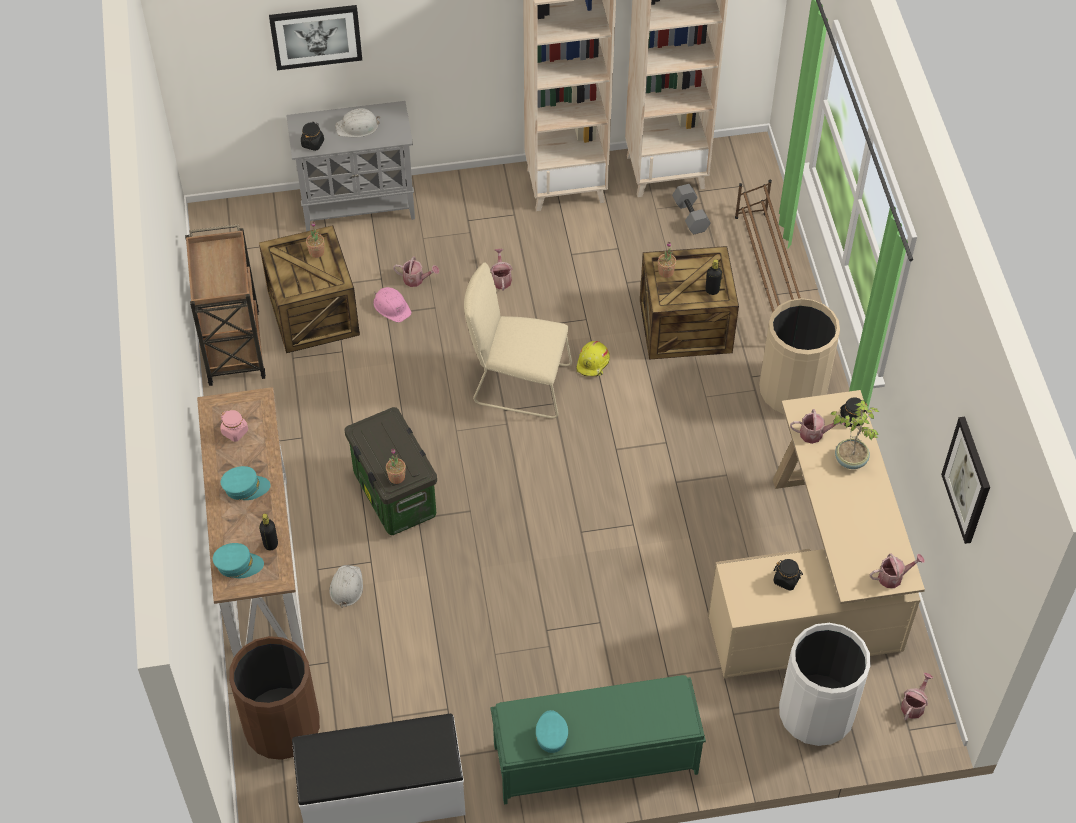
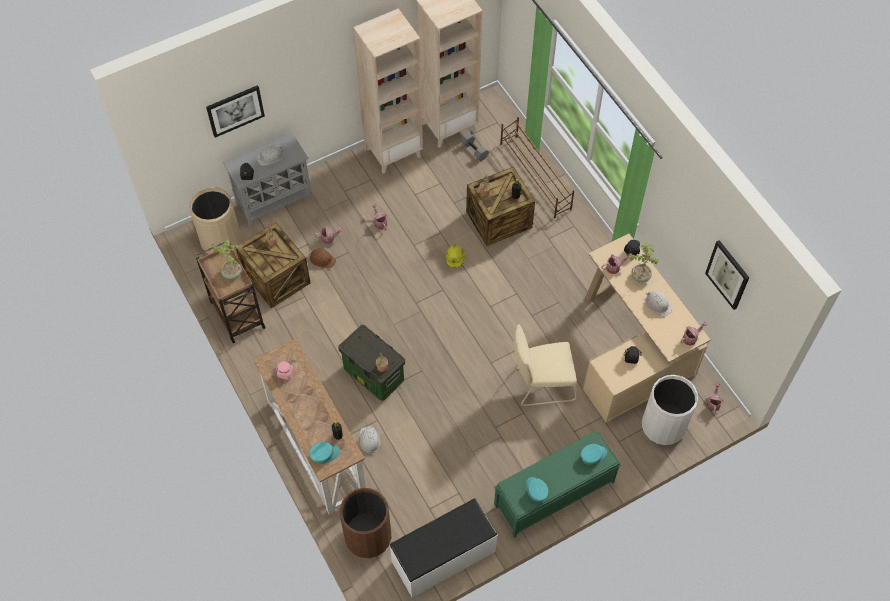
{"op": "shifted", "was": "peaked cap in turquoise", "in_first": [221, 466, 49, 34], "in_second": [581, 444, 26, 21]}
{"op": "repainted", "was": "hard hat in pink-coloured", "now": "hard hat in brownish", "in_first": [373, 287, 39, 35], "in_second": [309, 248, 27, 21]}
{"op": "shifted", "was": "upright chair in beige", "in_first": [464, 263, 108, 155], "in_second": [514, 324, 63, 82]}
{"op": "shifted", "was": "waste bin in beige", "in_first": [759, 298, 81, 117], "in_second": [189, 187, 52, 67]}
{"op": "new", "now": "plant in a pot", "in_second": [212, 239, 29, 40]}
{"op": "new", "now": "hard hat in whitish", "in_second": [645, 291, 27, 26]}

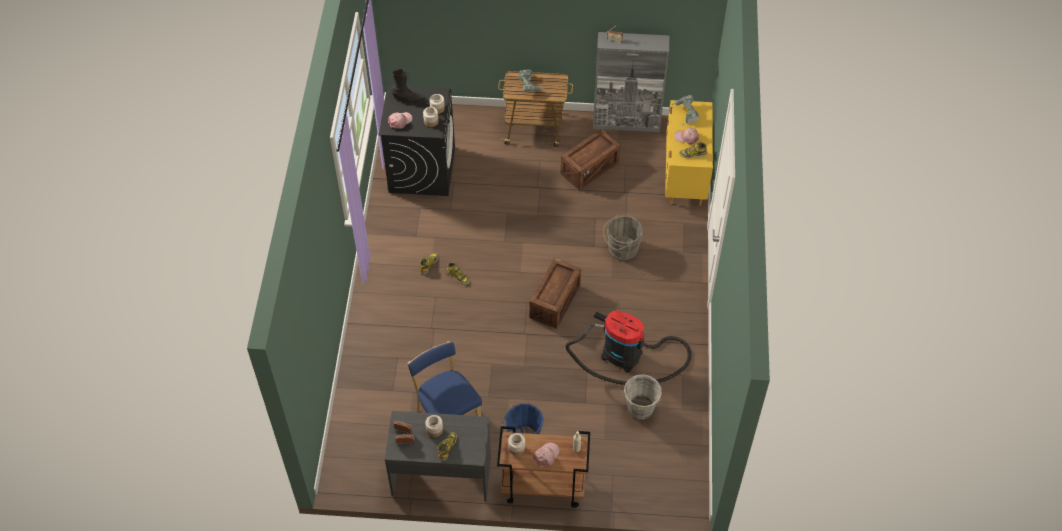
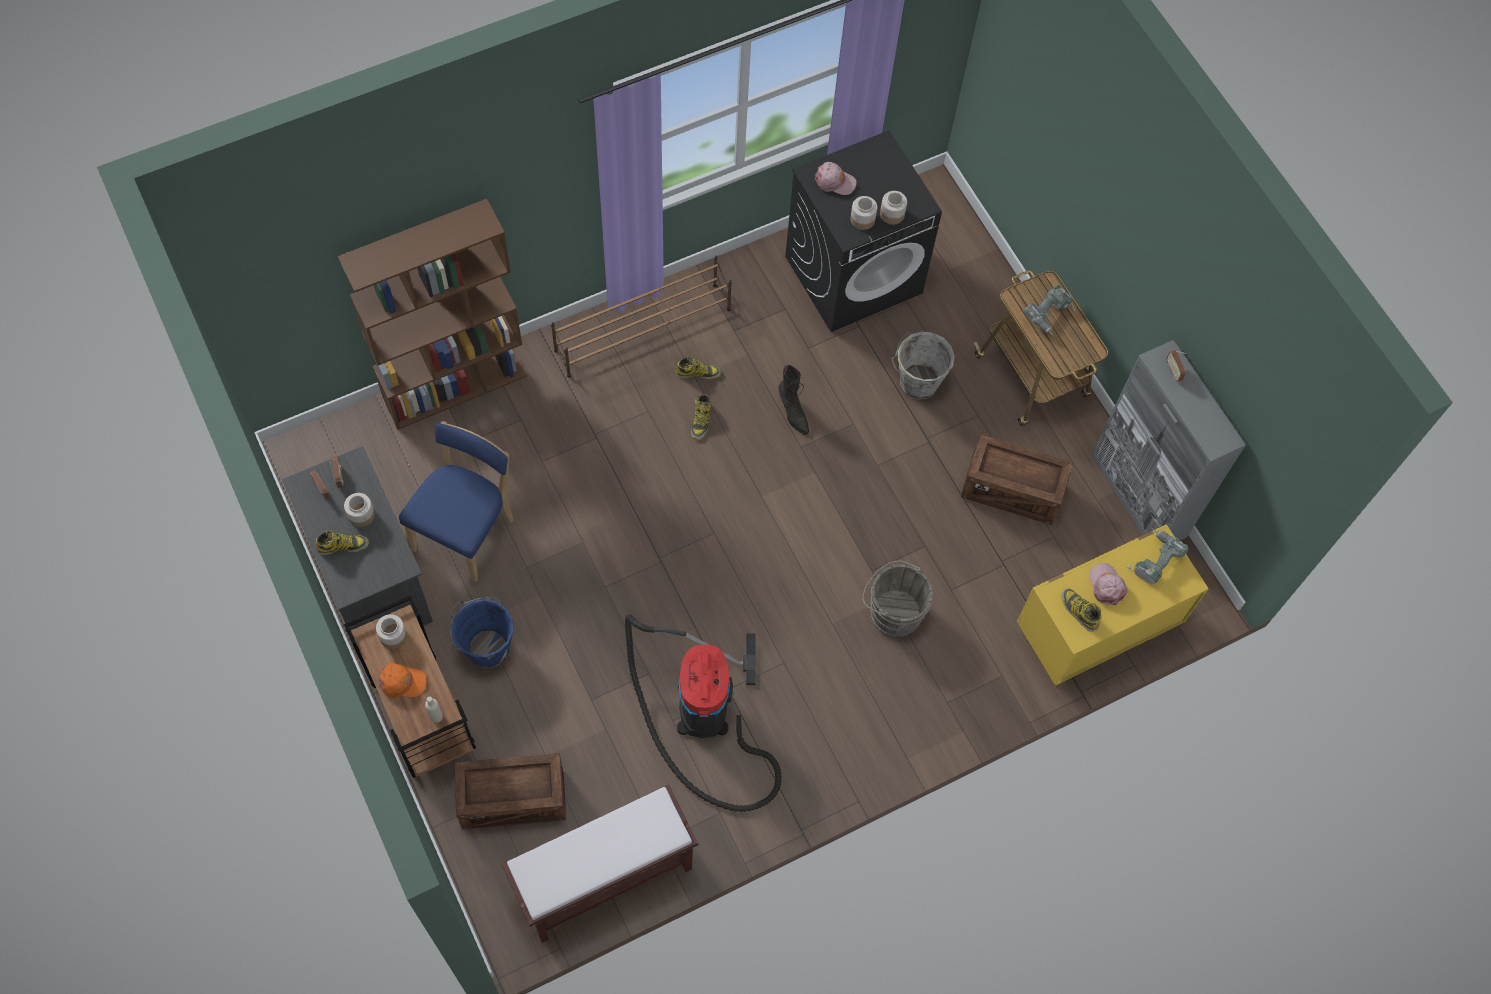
{"op": "shifted", "was": "tall boot in black", "in_first": [391, 69, 35, 34], "in_second": [778, 365, 31, 70]}
{"op": "shifted", "was": "shipping crate", "in_first": [529, 258, 52, 71], "in_second": [455, 753, 111, 76]}
{"op": "repainted", "was": "peaked cap in pink-coloured", "now": "peaked cap in orange", "in_first": [533, 442, 27, 24], "in_second": [378, 663, 49, 35]}
{"op": "shifted", "was": "water bucket in greyish", "in_first": [621, 374, 41, 46], "in_second": [891, 332, 64, 68]}
{"op": "new", "now": "shelving unit in brownish", "in_second": [338, 199, 189, 231]}
{"op": "new", "now": "bench in brownish", "in_second": [502, 784, 196, 159]}
{"op": "new", "now": "shoe shelf in brownish", "in_second": [551, 256, 181, 122]}

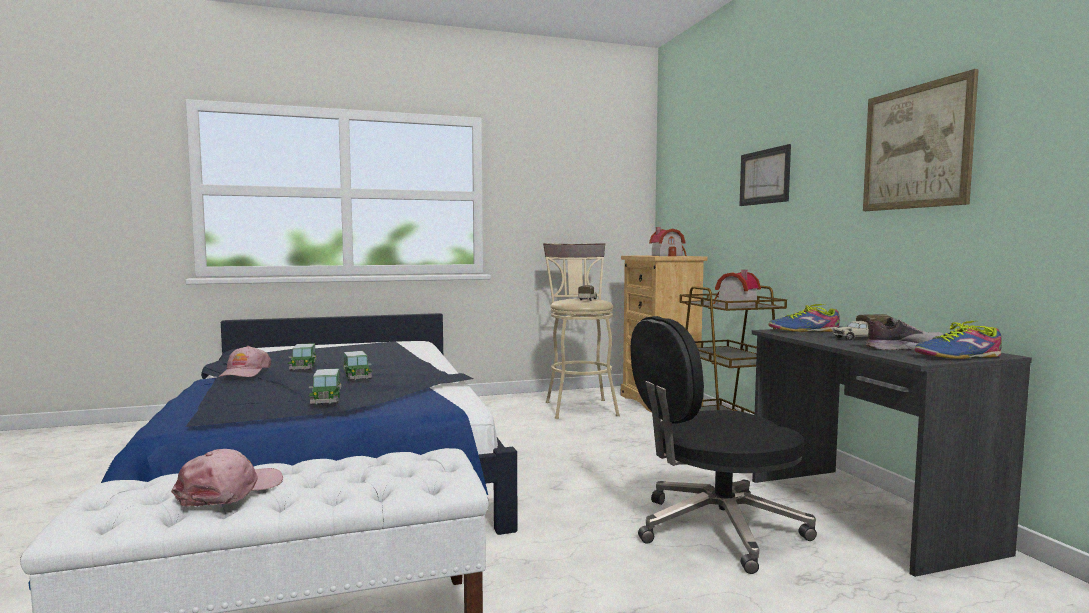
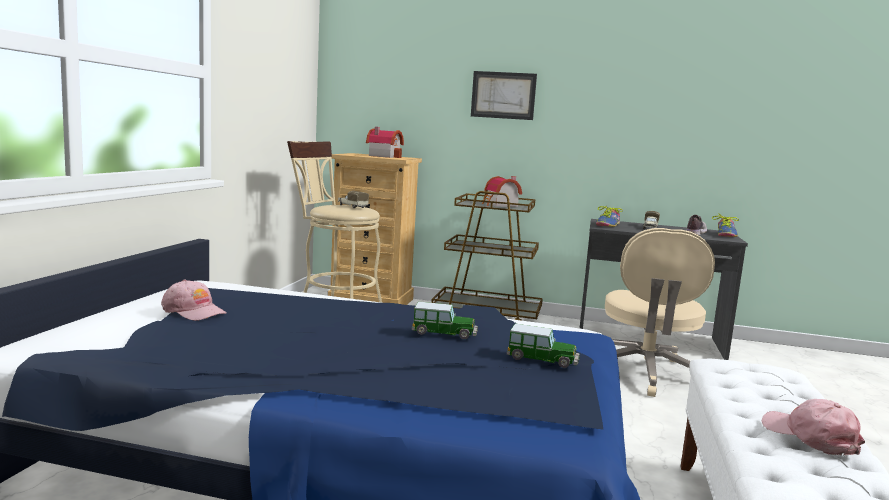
{"op": "shifted", "was": "peaked cap in pink-coloured", "in_first": [219, 346, 52, 31], "in_second": [161, 280, 66, 41]}
{"op": "gone", "was": "toy car", "in_first": [288, 343, 29, 28]}
{"op": "repainted", "was": "office chair in black", "now": "office chair in beige", "in_first": [630, 316, 187, 258], "in_second": [605, 228, 110, 169]}
{"op": "gone", "was": "picture", "in_first": [863, 69, 116, 142]}

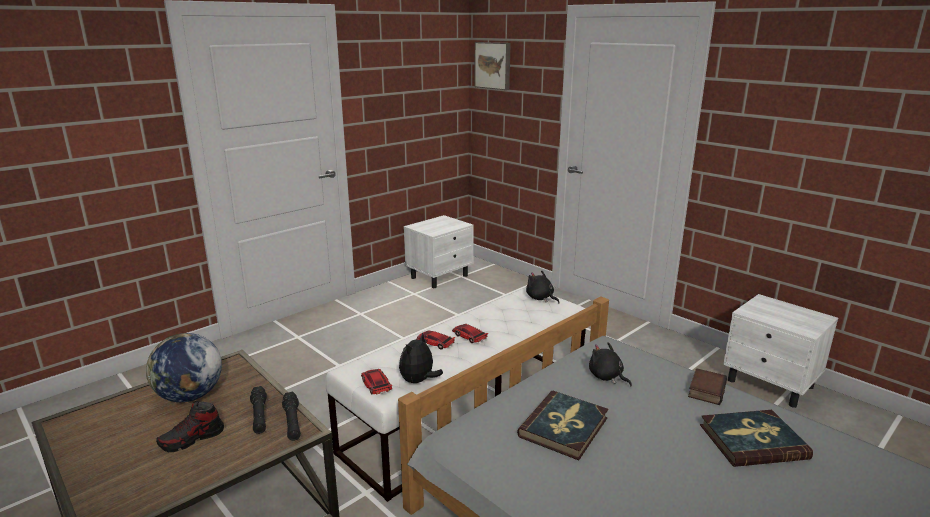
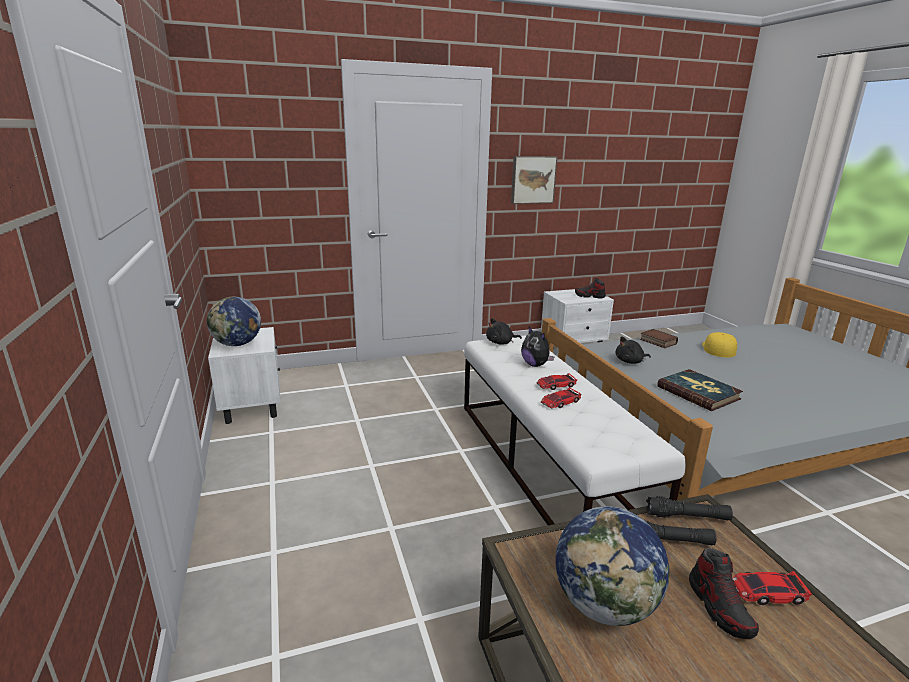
{"op": "shifted", "was": "toy car", "in_first": [361, 369, 31, 25], "in_second": [732, 571, 81, 34]}
{"op": "shifted", "was": "soft toy", "in_first": [399, 332, 44, 51], "in_second": [521, 327, 33, 40]}
{"op": "shifted", "was": "picture", "in_first": [474, 42, 37, 48], "in_second": [511, 156, 47, 48]}
{"op": "swapped", "was": "bound book", "now": "peaked cap in yellow", "in_first": [700, 410, 113, 57], "in_second": [702, 332, 35, 26]}
{"op": "new", "now": "desk globe", "in_second": [207, 297, 54, 49]}
{"op": "new", "now": "shoe", "in_second": [575, 278, 31, 21]}

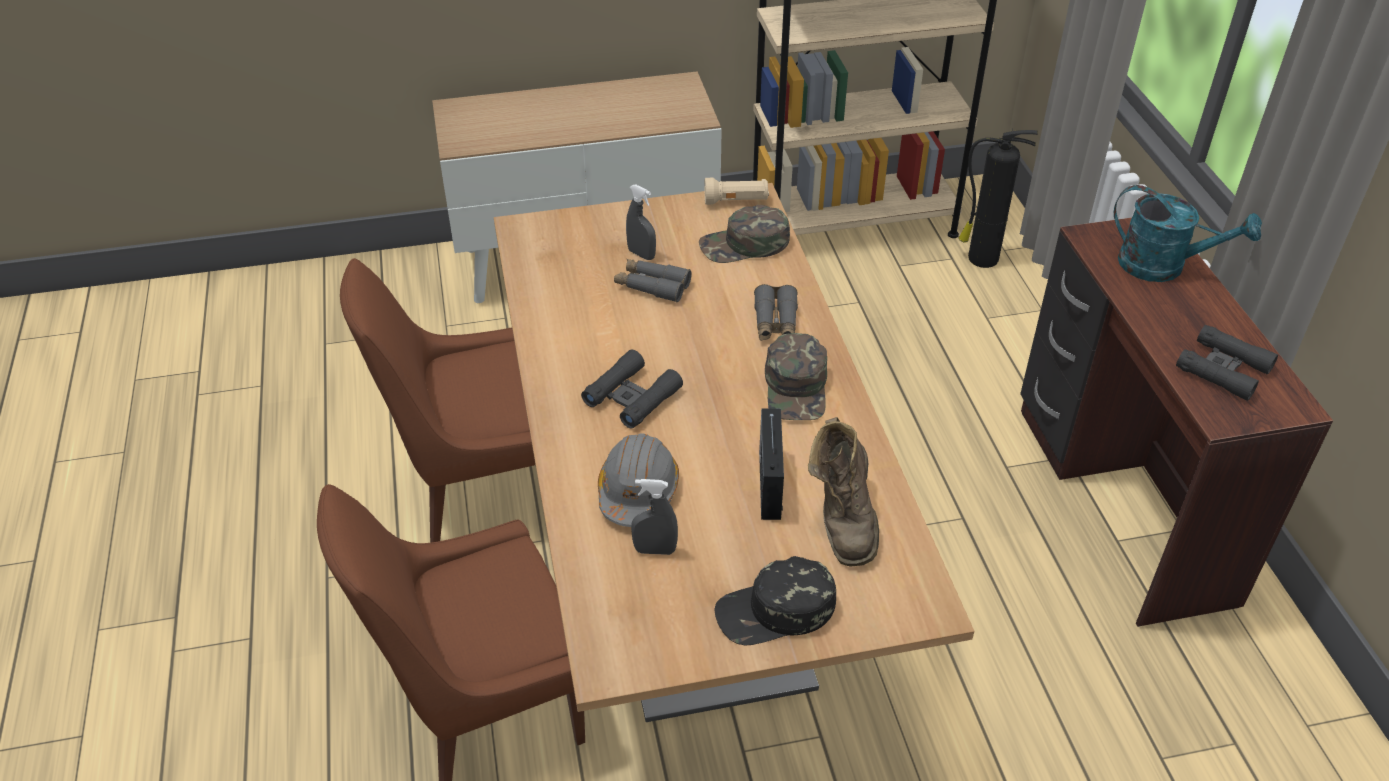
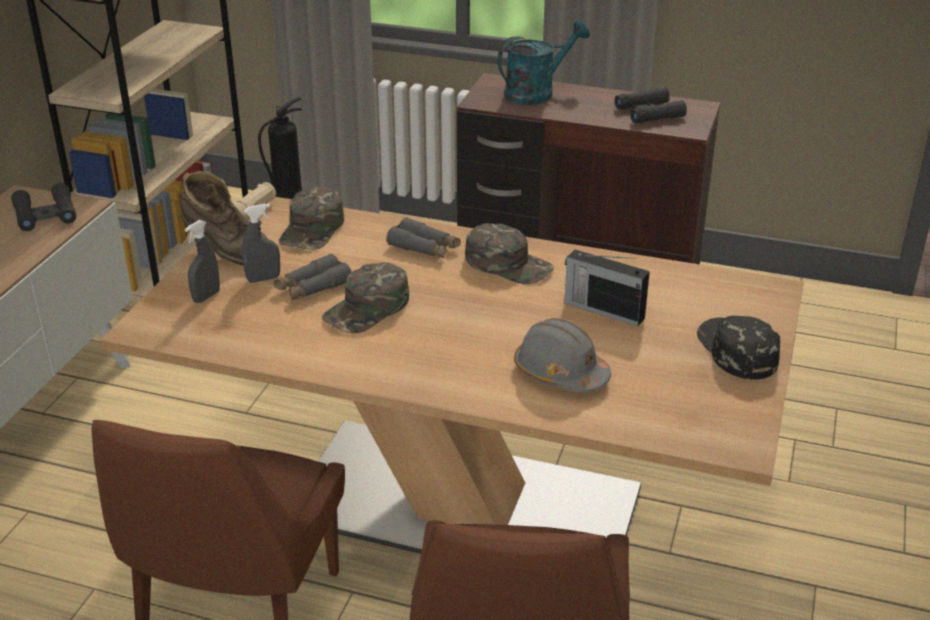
{"op": "shifted", "was": "binoculars in black", "in_first": [581, 349, 102, 80], "in_second": [11, 183, 65, 48]}
{"op": "shifted", "was": "sprayer in greyish", "in_first": [631, 479, 47, 76], "in_second": [185, 220, 35, 83]}
{"op": "rotated", "was": "peaked cap in black", "in_first": [714, 556, 122, 89], "in_second": [697, 315, 83, 65], "clockwise": 150}
{"op": "shifted", "was": "tall boot in brownish", "in_first": [808, 417, 71, 150], "in_second": [179, 171, 89, 94]}
{"op": "new", "now": "peaked cap in green", "in_second": [322, 262, 87, 71]}

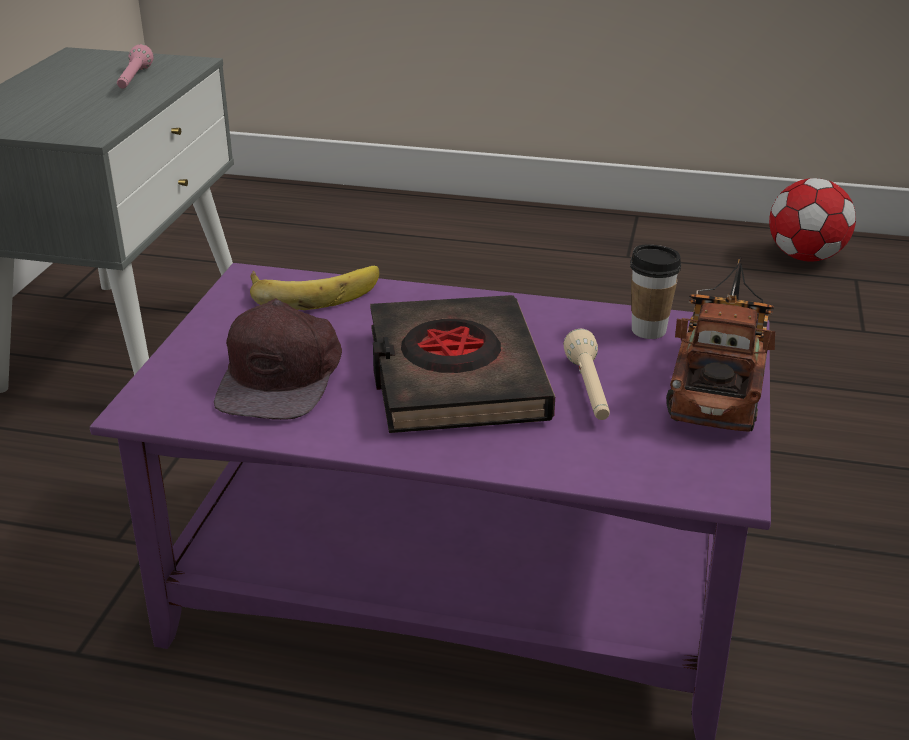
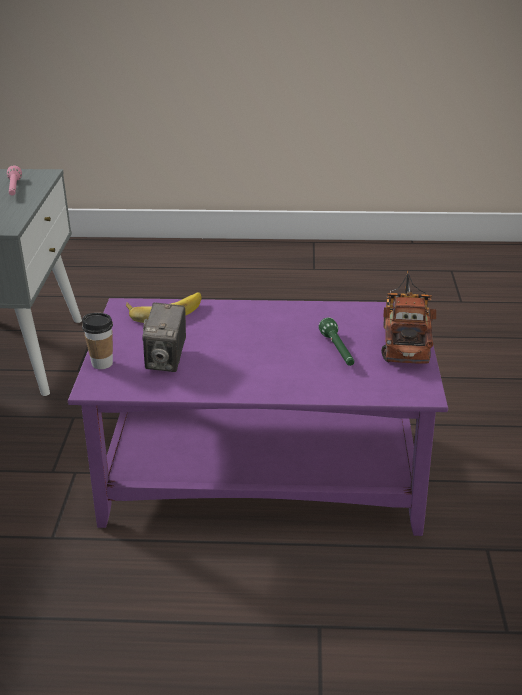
{"op": "swapped", "was": "peaked cap in brownish", "now": "still camera", "in_first": [214, 298, 128, 122], "in_second": [142, 303, 44, 69]}
{"op": "gone", "was": "bound book in black", "in_first": [370, 295, 185, 138]}
{"op": "repainted", "was": "hand torch in beige", "now": "hand torch in green", "in_first": [563, 329, 47, 91], "in_second": [319, 317, 35, 49]}
{"op": "shifted", "was": "small cup", "in_first": [630, 245, 51, 94], "in_second": [82, 313, 31, 56]}
{"op": "gone", "was": "ball for football", "in_first": [769, 178, 87, 84]}

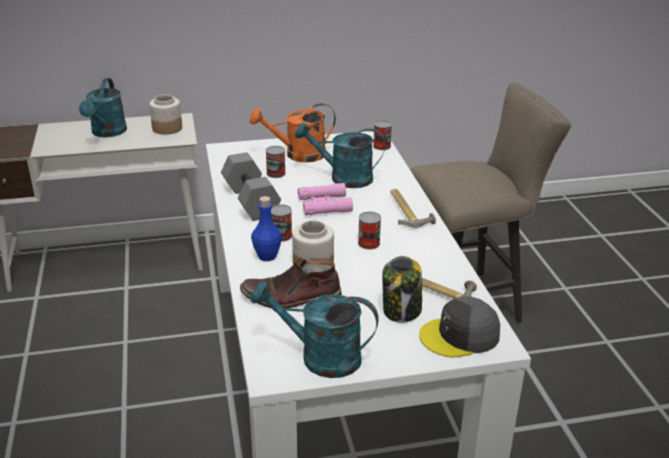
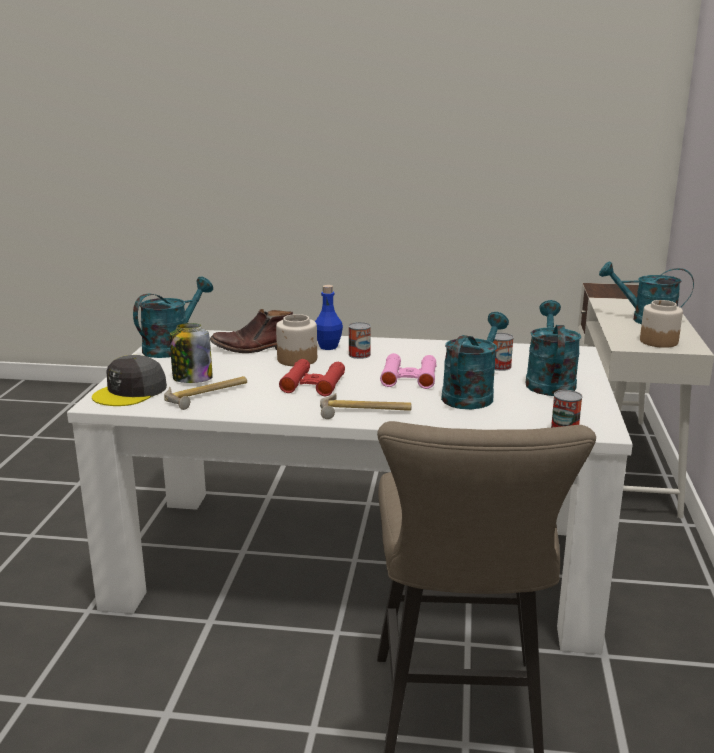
{"op": "gone", "was": "free weight in greyish", "in_first": [221, 152, 60, 69]}
{"op": "rotated", "was": "tall boot in brownish", "in_first": [240, 257, 102, 51], "in_second": [210, 309, 83, 44], "clockwise": -120}
{"op": "repainted", "was": "watering pot in orange", "now": "watering pot in turquoise", "in_first": [250, 103, 86, 59], "in_second": [526, 300, 55, 96]}
{"op": "swapped", "was": "can", "now": "binoculars in red", "in_first": [358, 212, 23, 38], "in_second": [279, 359, 66, 37]}
{"op": "rotated", "was": "peaked cap in greyish", "in_first": [419, 296, 81, 61], "in_second": [92, 355, 75, 51], "clockwise": -150}

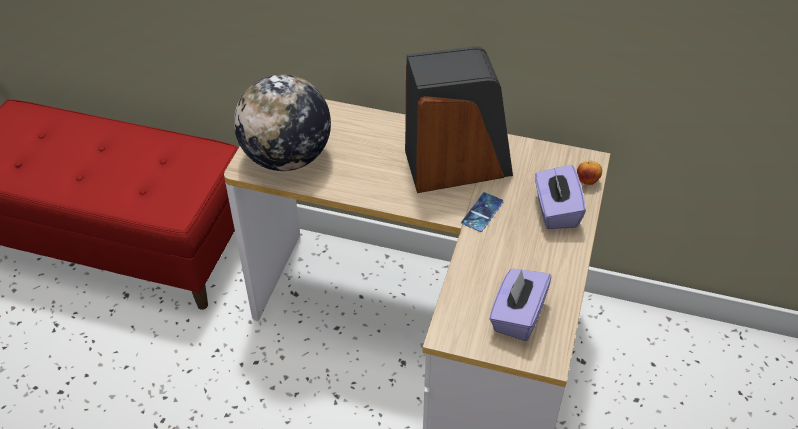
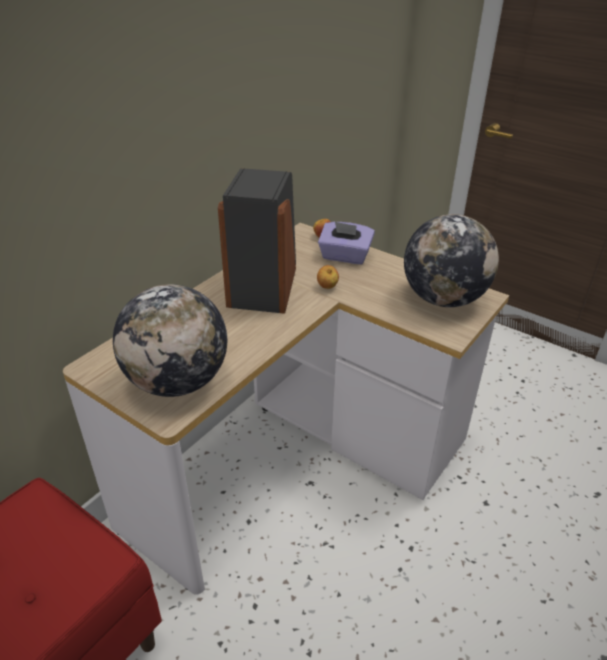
{"op": "swapped", "was": "telephone", "now": "whole apple", "in_first": [461, 192, 43, 40], "in_second": [317, 265, 22, 24]}
{"op": "swapped", "was": "tissue holder in purple-coloured", "now": "desk globe", "in_first": [489, 269, 63, 72], "in_second": [404, 214, 95, 93]}

